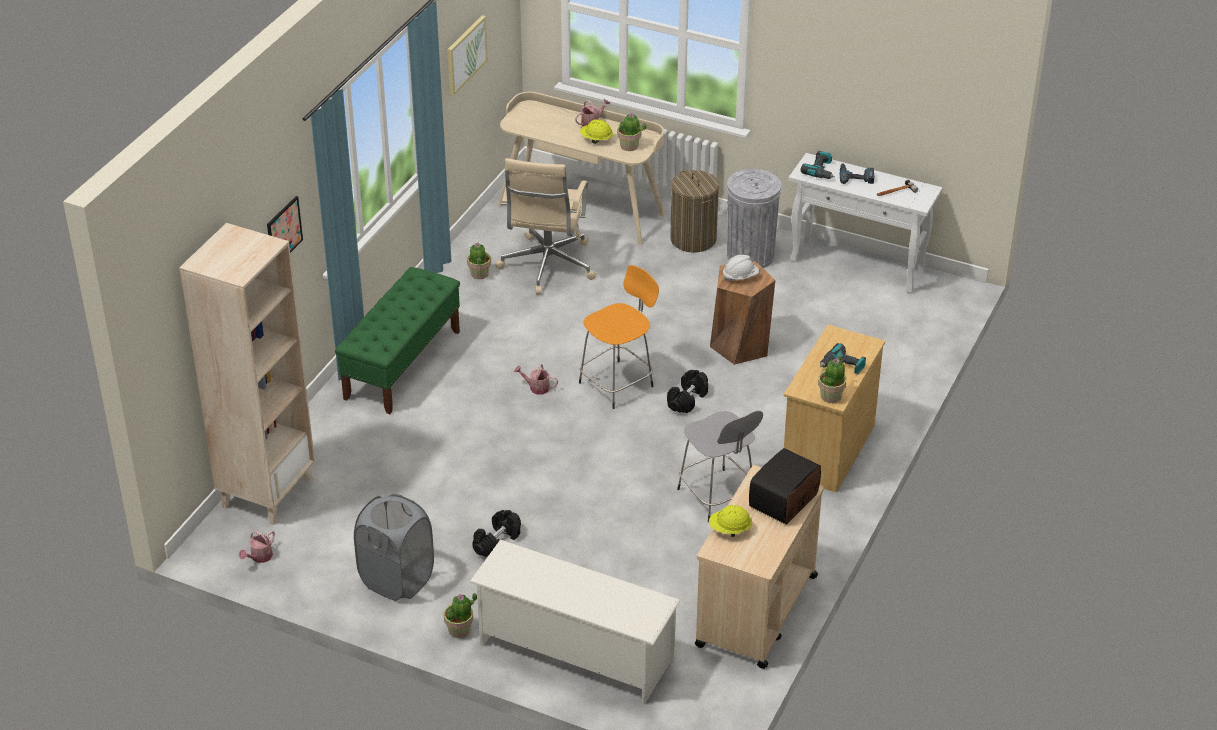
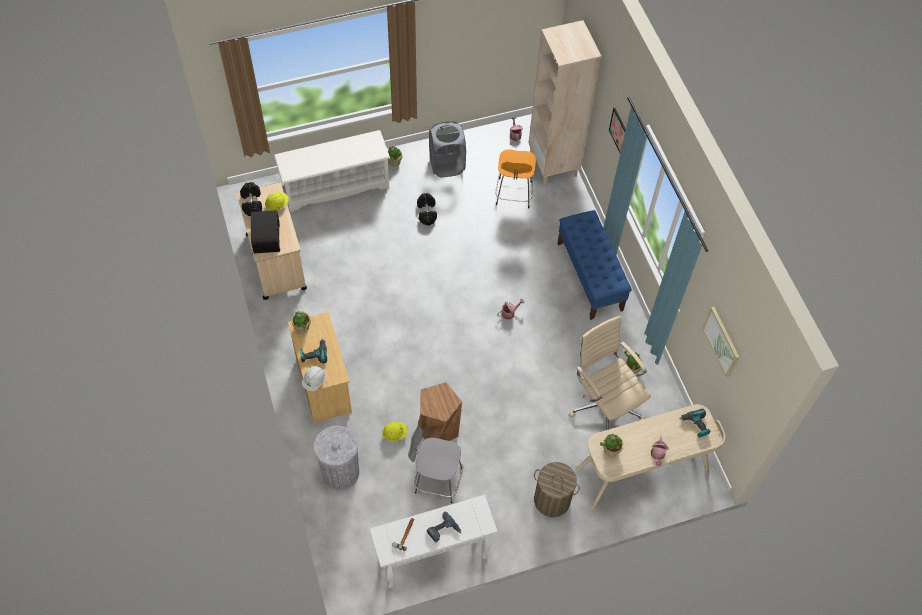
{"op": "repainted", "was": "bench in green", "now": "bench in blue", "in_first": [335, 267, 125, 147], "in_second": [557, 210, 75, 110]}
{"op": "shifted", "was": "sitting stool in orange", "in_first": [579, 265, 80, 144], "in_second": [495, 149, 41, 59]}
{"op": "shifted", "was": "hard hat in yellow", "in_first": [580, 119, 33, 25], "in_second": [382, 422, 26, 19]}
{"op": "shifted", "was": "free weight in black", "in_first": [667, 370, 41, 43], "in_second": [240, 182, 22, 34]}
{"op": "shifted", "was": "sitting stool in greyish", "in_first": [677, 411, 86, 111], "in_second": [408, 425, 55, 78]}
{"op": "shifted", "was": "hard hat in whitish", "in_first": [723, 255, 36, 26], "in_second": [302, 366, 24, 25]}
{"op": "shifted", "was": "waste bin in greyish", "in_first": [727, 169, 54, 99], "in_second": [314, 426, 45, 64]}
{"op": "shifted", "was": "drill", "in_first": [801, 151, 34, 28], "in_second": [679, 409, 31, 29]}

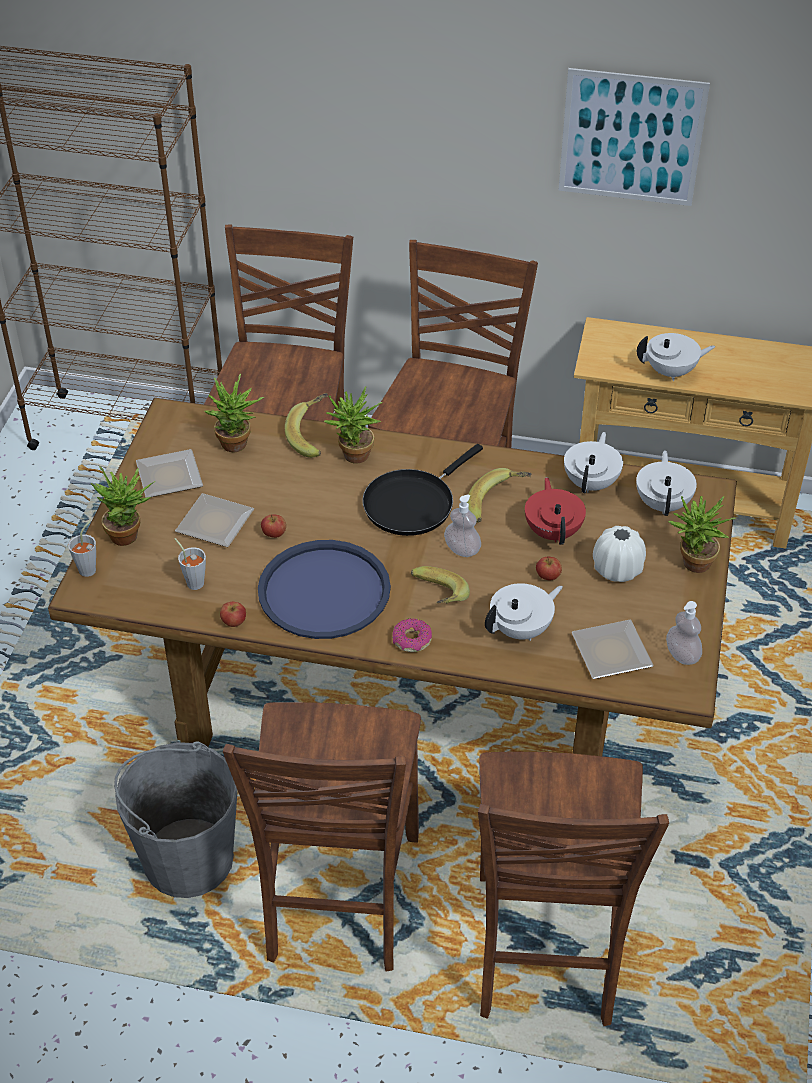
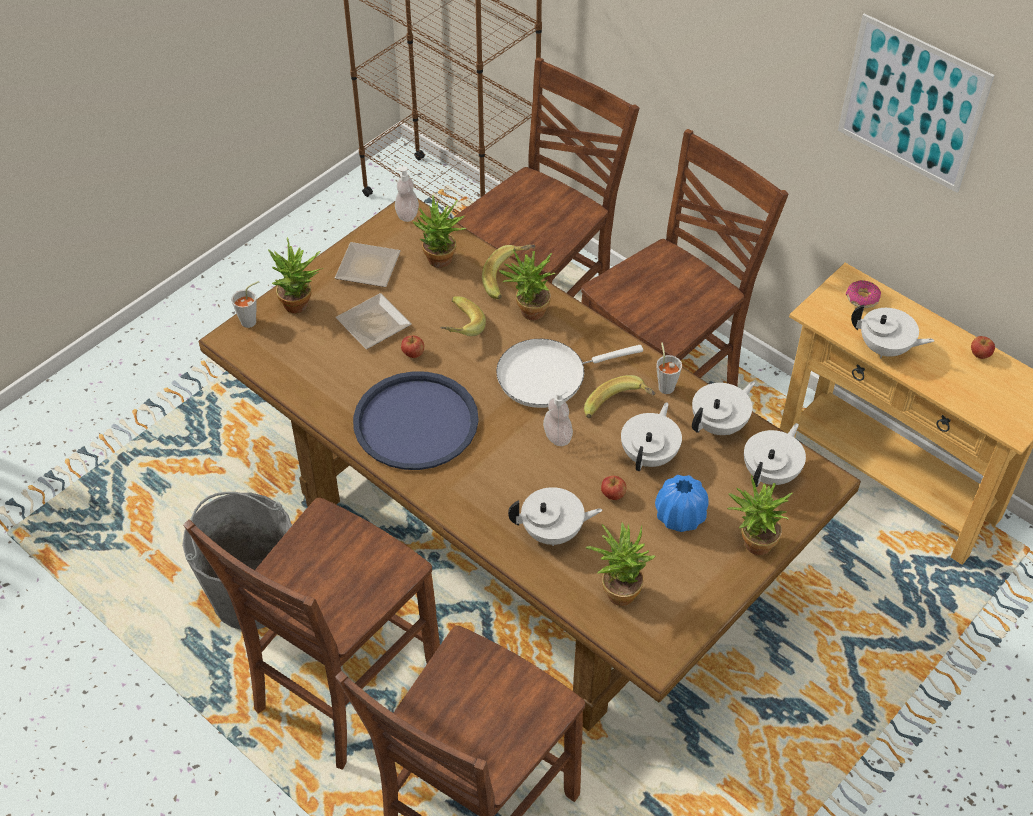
{"op": "shifted", "was": "small cup in greyish", "in_first": [174, 538, 32, 52], "in_second": [656, 343, 26, 51]}
{"op": "shifted", "was": "whole apple", "in_first": [220, 601, 26, 26], "in_second": [971, 336, 24, 23]}
{"op": "repainted", "was": "frying pan in black", "now": "frying pan in whitish", "in_first": [362, 444, 121, 92], "in_second": [496, 339, 147, 69]}
{"op": "shifted", "was": "donut", "in_first": [393, 618, 39, 34], "in_second": [846, 280, 35, 28]}
{"op": "shifted", "was": "banana fruit", "in_first": [411, 566, 59, 38], "in_second": [440, 296, 46, 40]}
{"op": "repainted", "was": "teapot in red", "now": "teapot in whitish", "in_first": [525, 477, 61, 68], "in_second": [621, 402, 61, 69]}
{"op": "swapped", "was": "plate", "now": "plant in a pot", "in_first": [571, 620, 83, 59], "in_second": [585, 523, 70, 83]}
{"op": "repainted", "was": "decorative vase in whitish", "now": "decorative vase in blue", "in_first": [593, 526, 53, 56], "in_second": [655, 475, 54, 57]}
{"op": "shifted", "was": "soap bottle", "in_first": [666, 601, 36, 64], "in_second": [395, 166, 24, 56]}

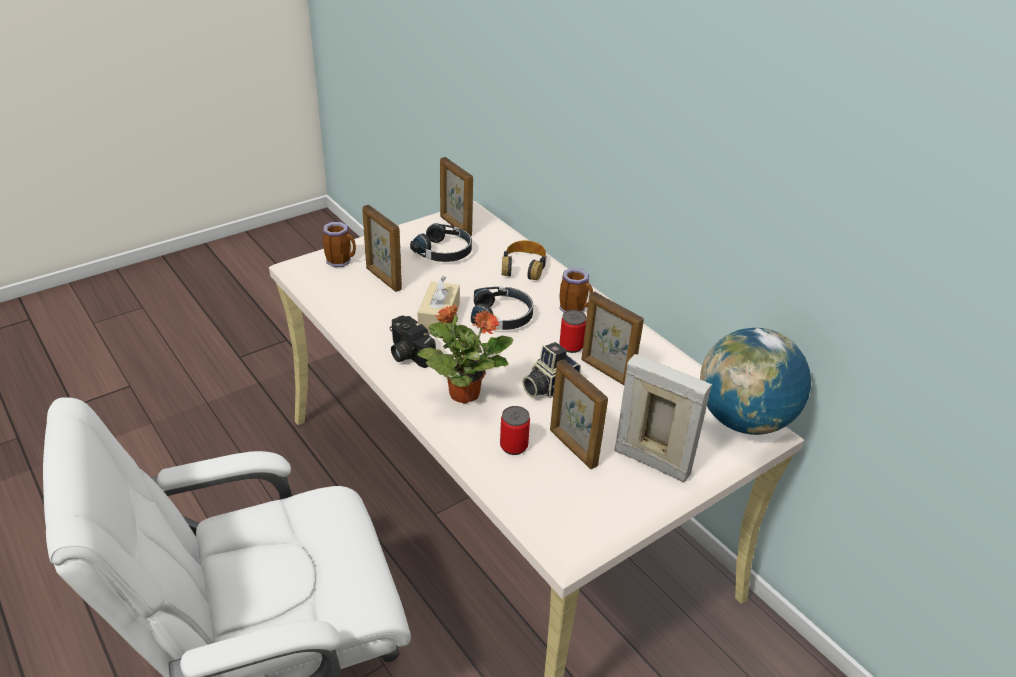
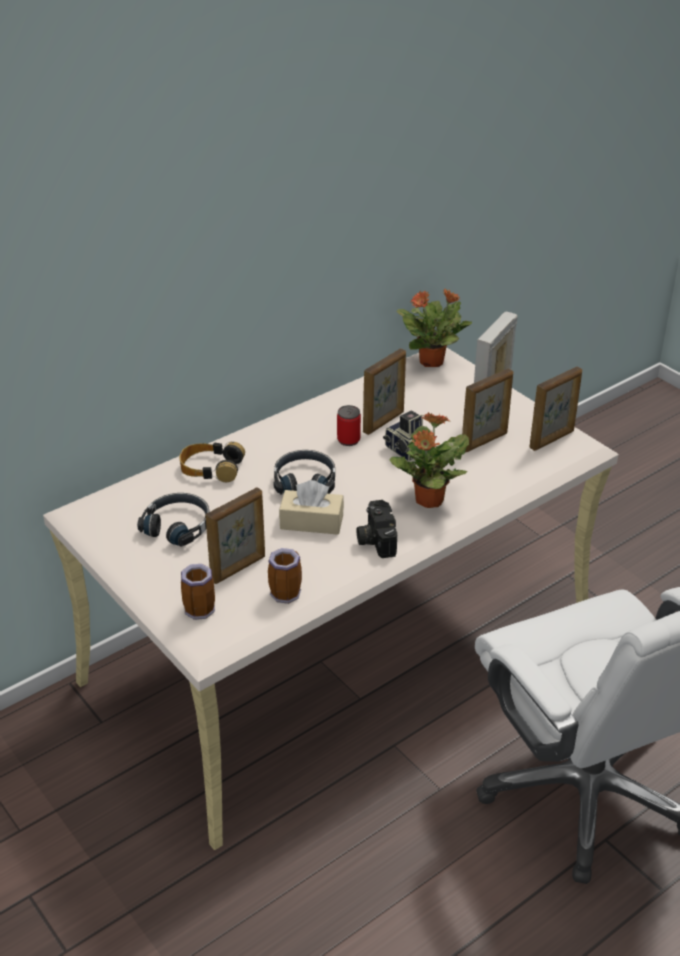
{"op": "rotated", "was": "still camera", "in_first": [390, 315, 46, 53], "in_second": [357, 500, 40, 58], "clockwise": 120}
{"op": "shifted", "was": "photo frame", "in_first": [440, 157, 33, 79], "in_second": [529, 366, 53, 85]}
{"op": "gone", "was": "can", "in_first": [500, 406, 30, 49]}
{"op": "shifted", "was": "mug", "in_first": [559, 268, 34, 45], "in_second": [268, 548, 34, 56]}
{"op": "swapped", "was": "desk globe", "now": "plant in a pot", "in_first": [700, 328, 111, 107], "in_second": [396, 288, 76, 79]}

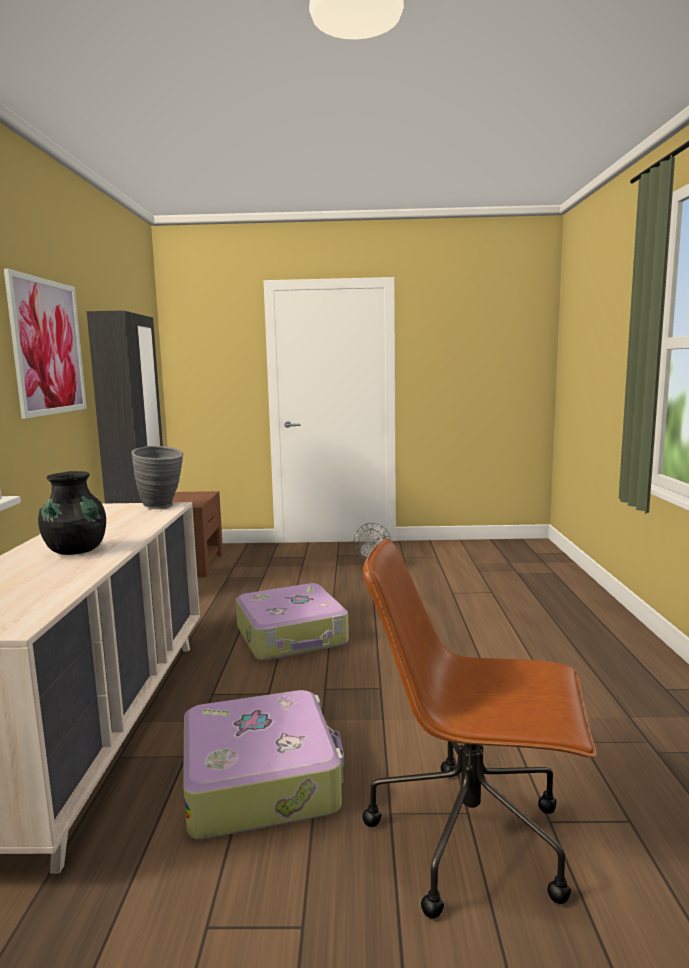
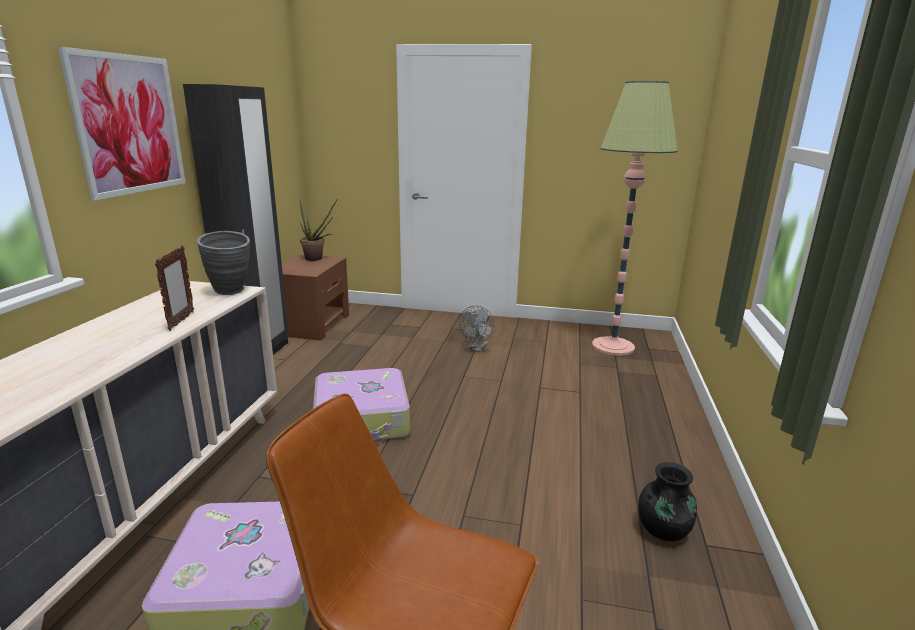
{"op": "shifted", "was": "decorative vase in black", "in_first": [38, 471, 68, 84], "in_second": [638, 462, 59, 79]}
{"op": "new", "now": "photo frame", "in_second": [155, 245, 39, 86]}
{"op": "new", "now": "plant in a pot", "in_second": [300, 198, 38, 63]}
{"op": "new", "now": "floor lamp", "in_second": [592, 81, 86, 275]}

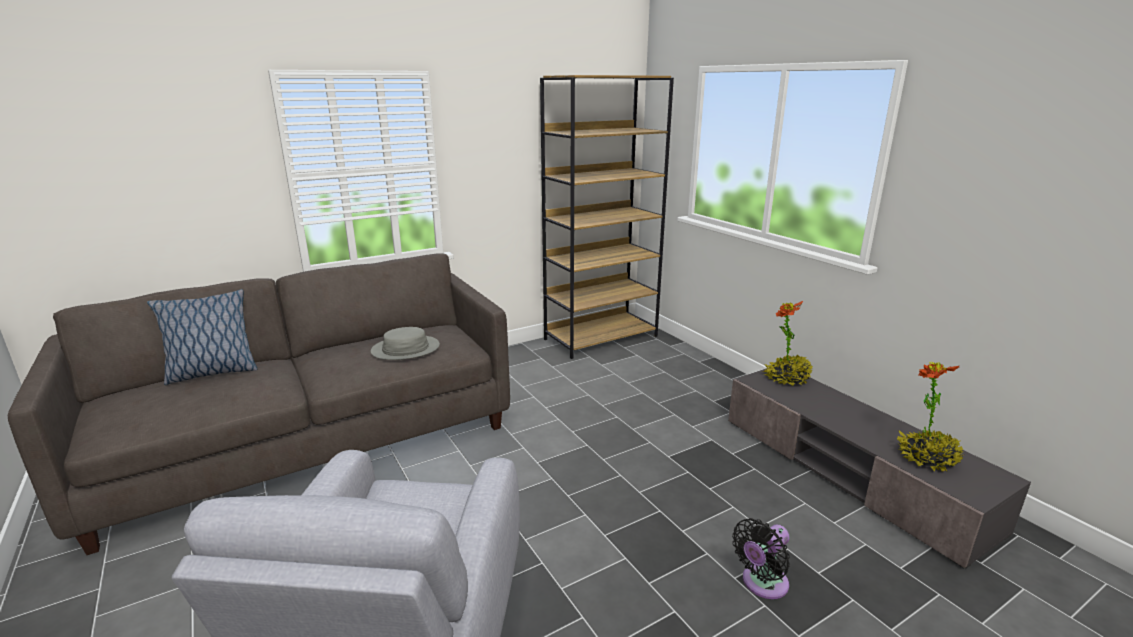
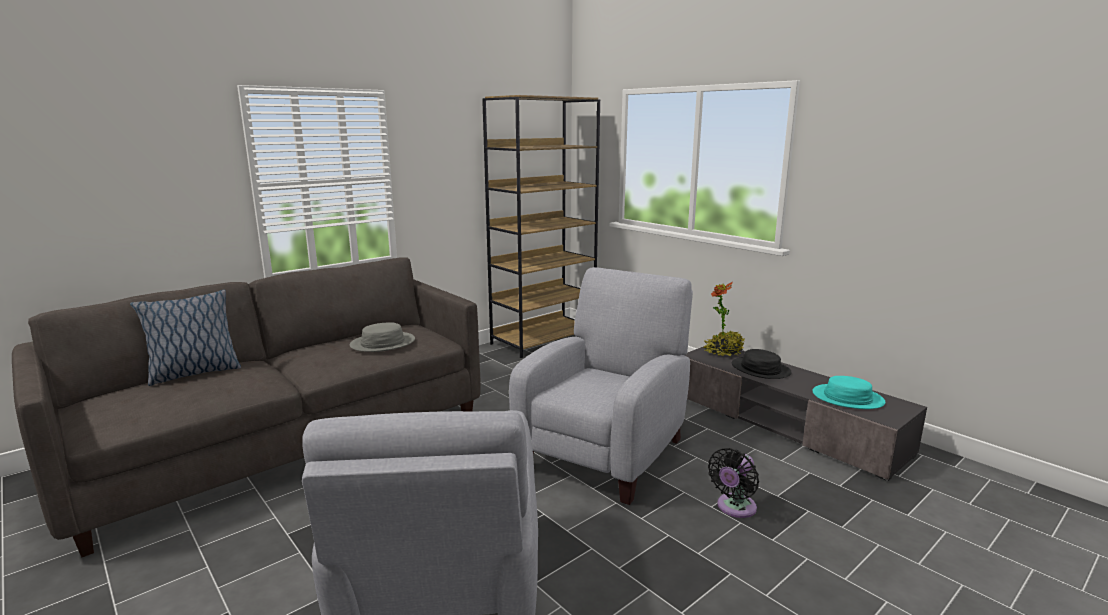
{"op": "swapped", "was": "plant in a pot", "now": "hat in turquoise", "in_first": [897, 362, 66, 110], "in_second": [812, 376, 73, 33]}
{"op": "new", "now": "armchair in greyish", "in_second": [509, 267, 184, 238]}
{"op": "new", "now": "hat in black", "in_second": [732, 349, 60, 30]}

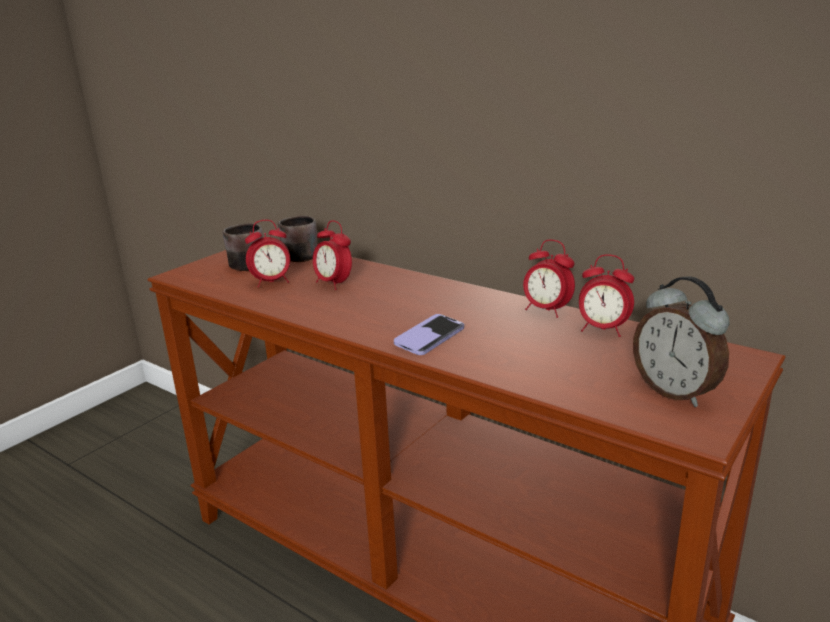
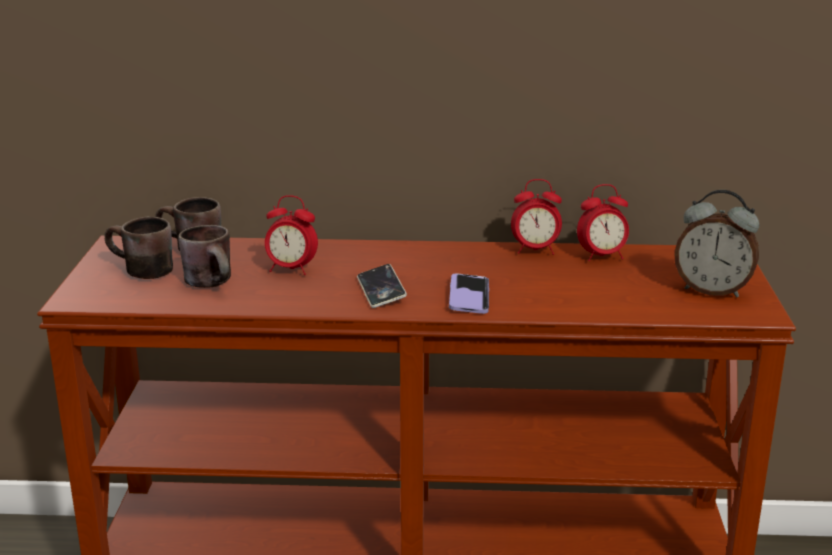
{"op": "swapped", "was": "alarm clock", "now": "mug in brownish", "in_first": [245, 220, 45, 68], "in_second": [178, 225, 53, 63]}
{"op": "new", "now": "telephone", "in_second": [357, 264, 50, 44]}

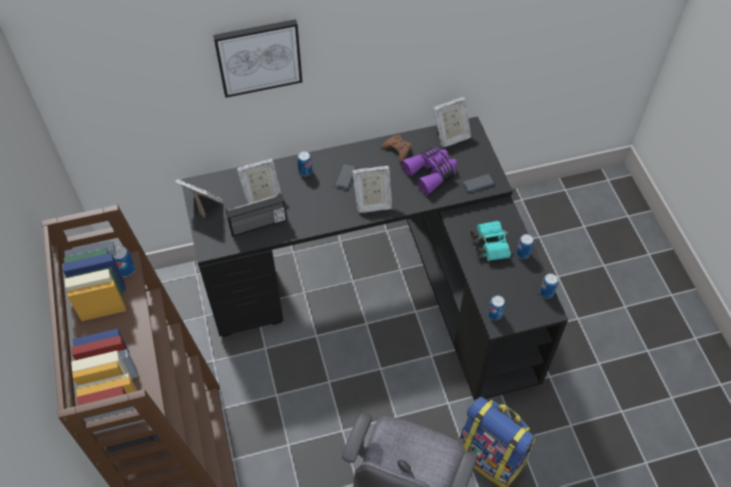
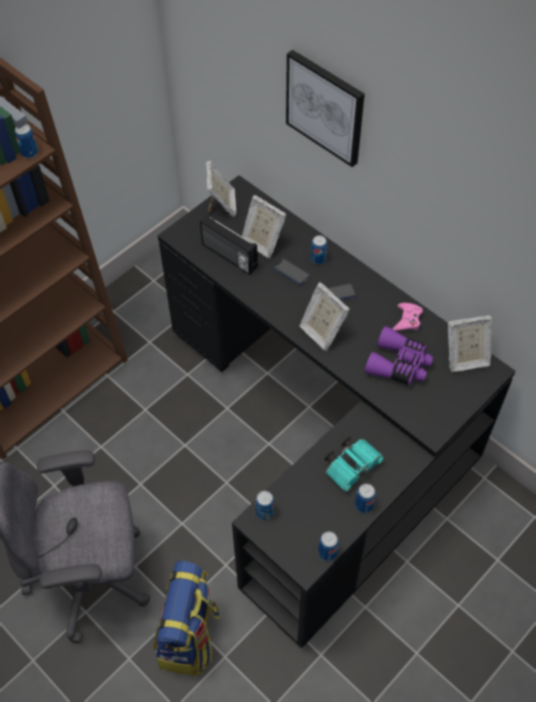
{"op": "repainted", "was": "game controller in brownish", "now": "game controller in pink-coloured", "in_first": [382, 135, 29, 27], "in_second": [393, 303, 30, 28]}
{"op": "rotated", "was": "photo frame", "in_first": [433, 97, 38, 50], "in_second": [448, 315, 44, 57], "clockwise": -45}
{"op": "shifted", "was": "telephone", "in_first": [462, 173, 33, 19], "in_second": [274, 258, 36, 27]}

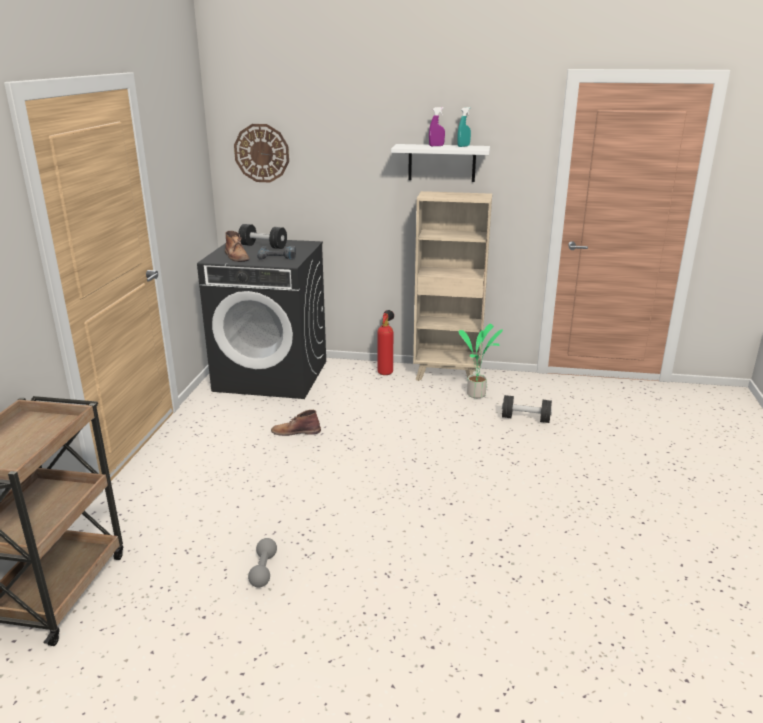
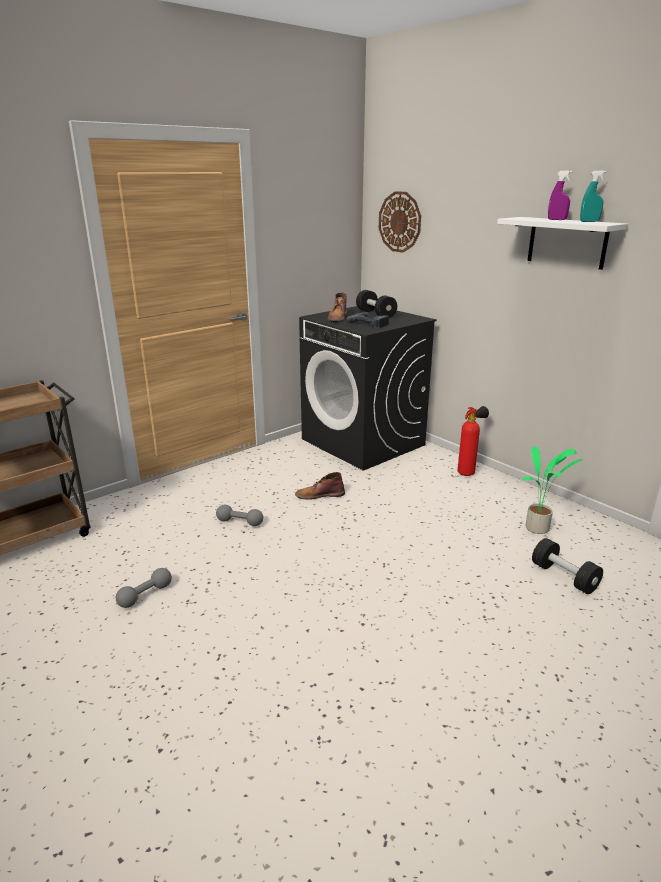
{"op": "rotated", "was": "tall boot in brownish", "in_first": [271, 410, 50, 26], "in_second": [295, 472, 50, 28], "clockwise": -45}
{"op": "gone", "was": "shelving unit in beige", "in_first": [413, 191, 79, 190]}
{"op": "new", "now": "free weight in greyish", "in_second": [216, 505, 47, 21]}

